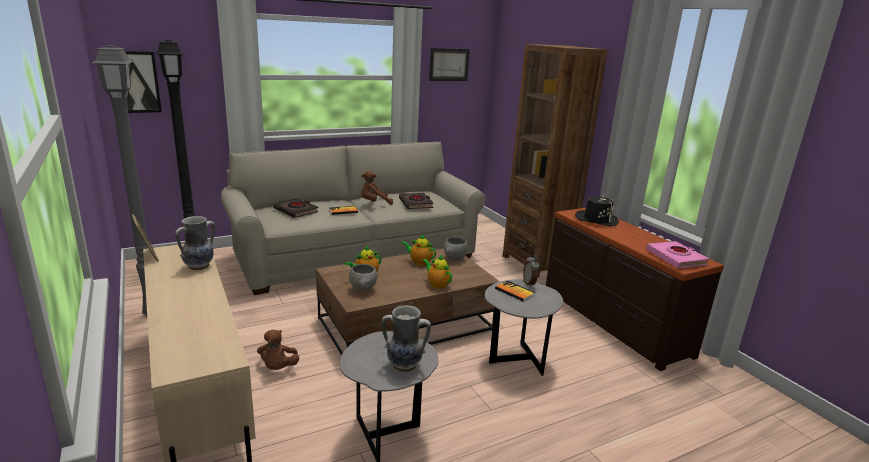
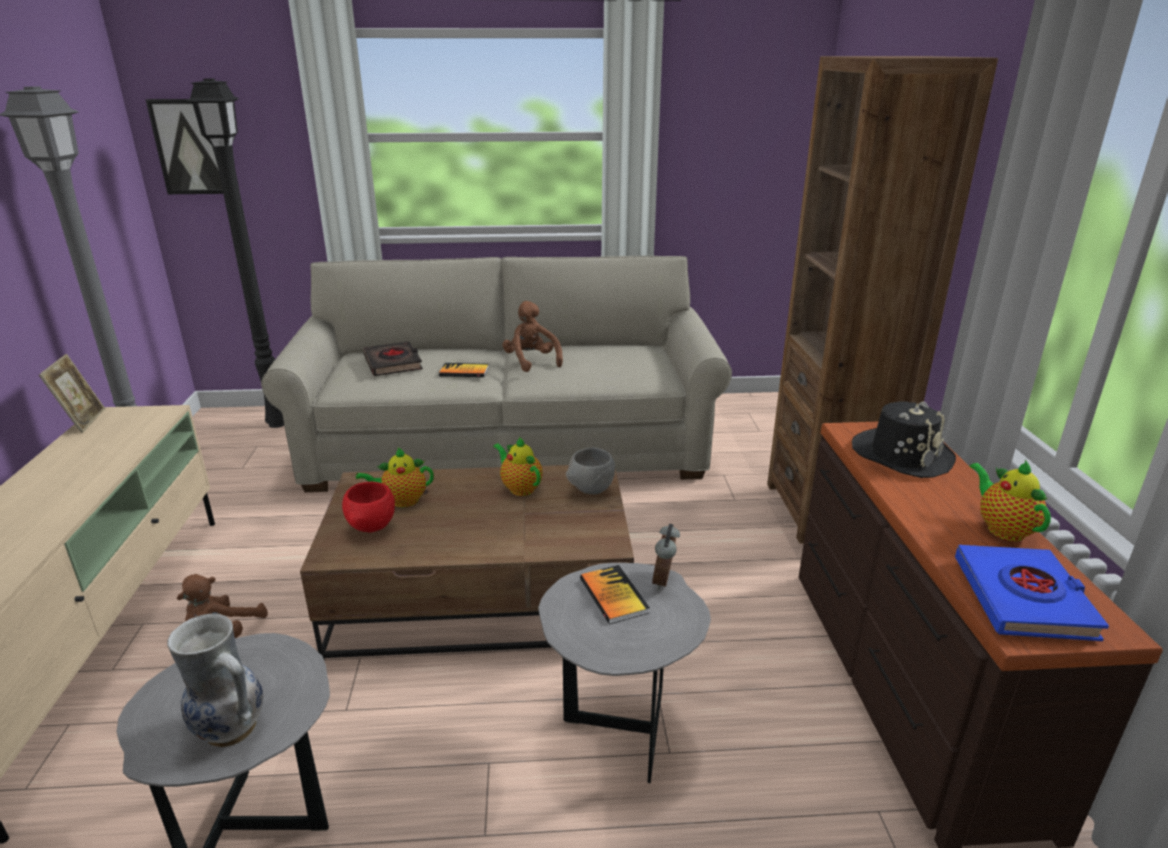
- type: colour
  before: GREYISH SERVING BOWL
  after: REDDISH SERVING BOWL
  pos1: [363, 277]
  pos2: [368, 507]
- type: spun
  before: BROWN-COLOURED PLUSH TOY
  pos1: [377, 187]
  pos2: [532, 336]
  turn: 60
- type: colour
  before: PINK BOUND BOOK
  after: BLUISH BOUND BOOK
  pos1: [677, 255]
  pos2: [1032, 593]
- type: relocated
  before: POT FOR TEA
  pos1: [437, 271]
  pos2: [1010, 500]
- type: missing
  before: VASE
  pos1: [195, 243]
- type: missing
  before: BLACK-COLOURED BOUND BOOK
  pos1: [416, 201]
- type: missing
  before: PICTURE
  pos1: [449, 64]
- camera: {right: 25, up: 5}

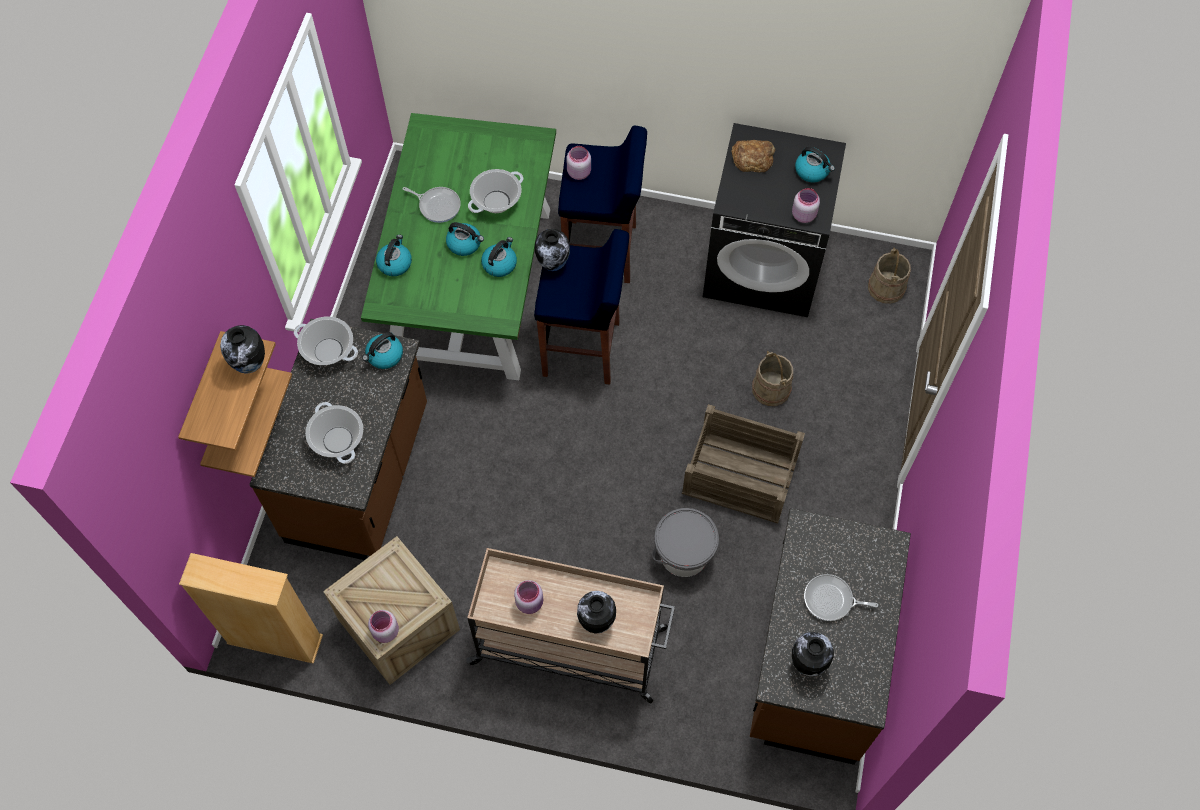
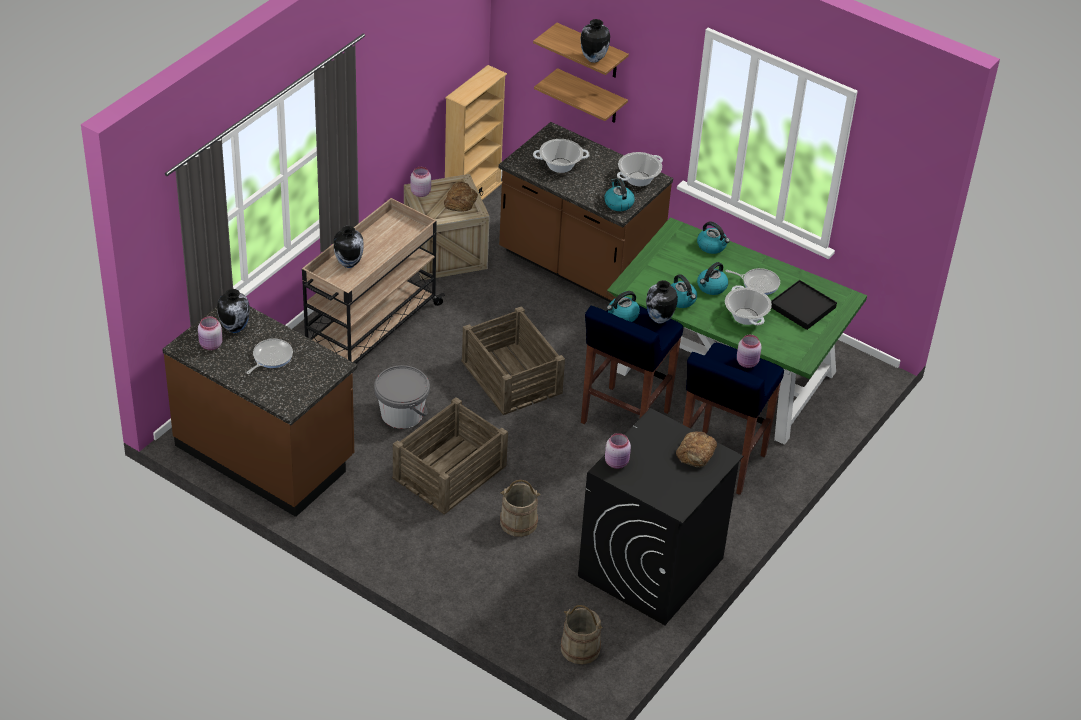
- type: relocated
  before: PINK JAR
  pos1: [528, 597]
  pos2: [210, 333]
- type: appeared
  after: BAKERY BREAD
  pos2: [461, 197]
- type: appeared
  after: PACKING CRATE
  pos2: [513, 360]
- type: relocated
  before: WATER KETTLE
  pos1: [815, 164]
  pos2: [623, 306]
- type: spun
  before: PAN
  pos1: [432, 205]
  pos2: [753, 281]
  turn: -120
- type: appeared
  after: BLACK-COLOURED TRAY
  pos2: [804, 305]
- camera: {right: 110, up: -20}

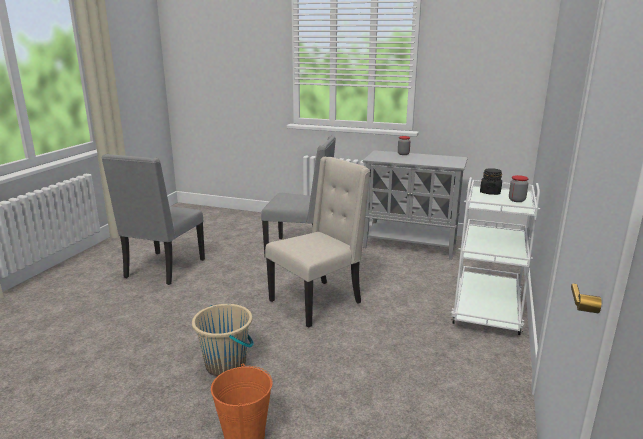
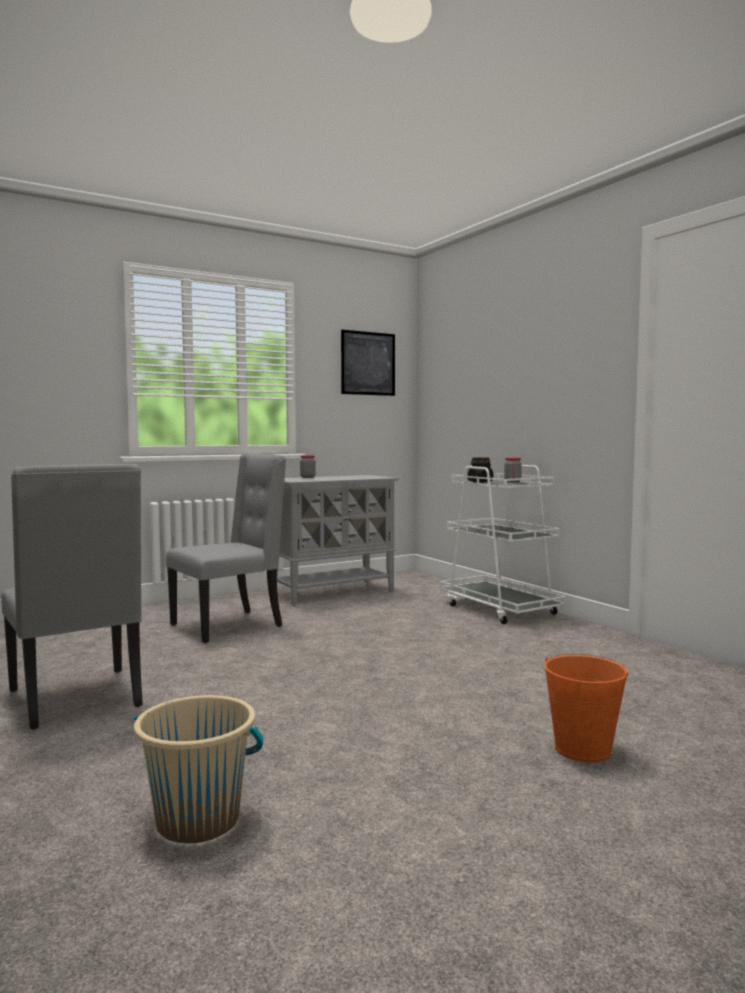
- type: relocated
  before: BEIGE PAIL
  pos1: [223, 340]
  pos2: [199, 769]
- type: appeared
  after: PICTURE
  pos2: [368, 363]
- type: missing
  before: BEIGE UPRIGHT CHAIR
  pos1: [317, 242]
- camera: {right: -50, up: -15}

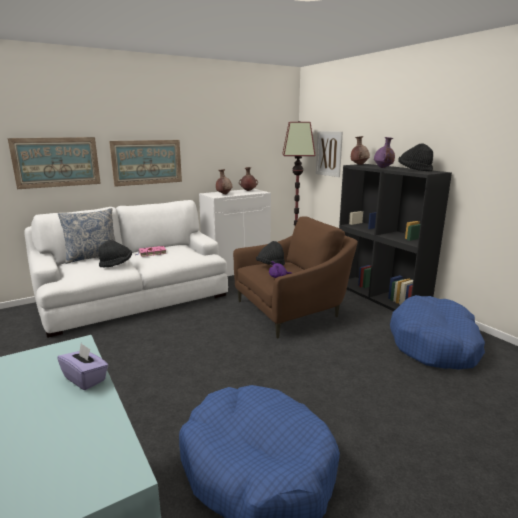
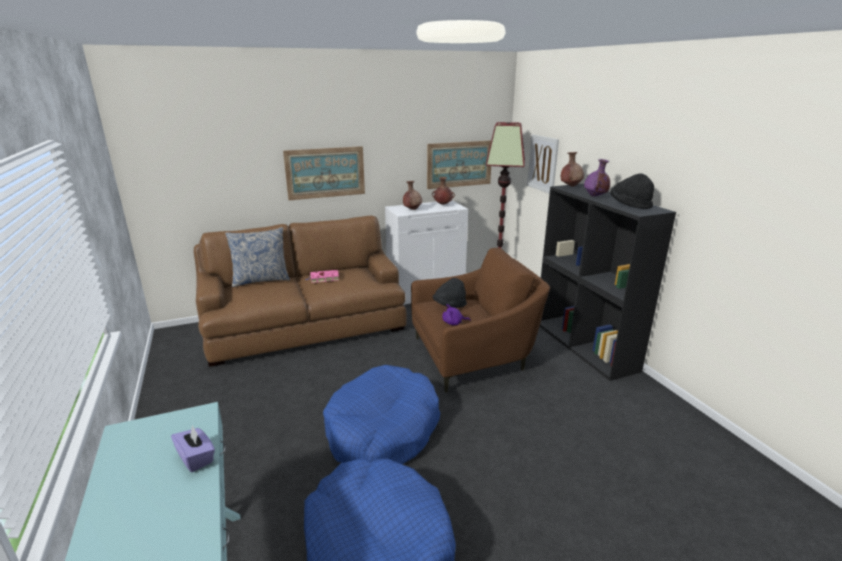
- type: colour
  before: WHITISH COUCH
  after: BROWN-COLOURED COUCH
  pos1: [126, 269]
  pos2: [300, 291]
- type: relocated
  before: BLUISH DOG CUSHION
  pos1: [437, 332]
  pos2: [381, 414]
- type: relocated
  before: PICTURE
  pos1: [54, 163]
  pos2: [459, 164]
- type: missing
  before: BLACK-COLOURED HAT
  pos1: [115, 253]
- camera: {right: 10, up: 5}

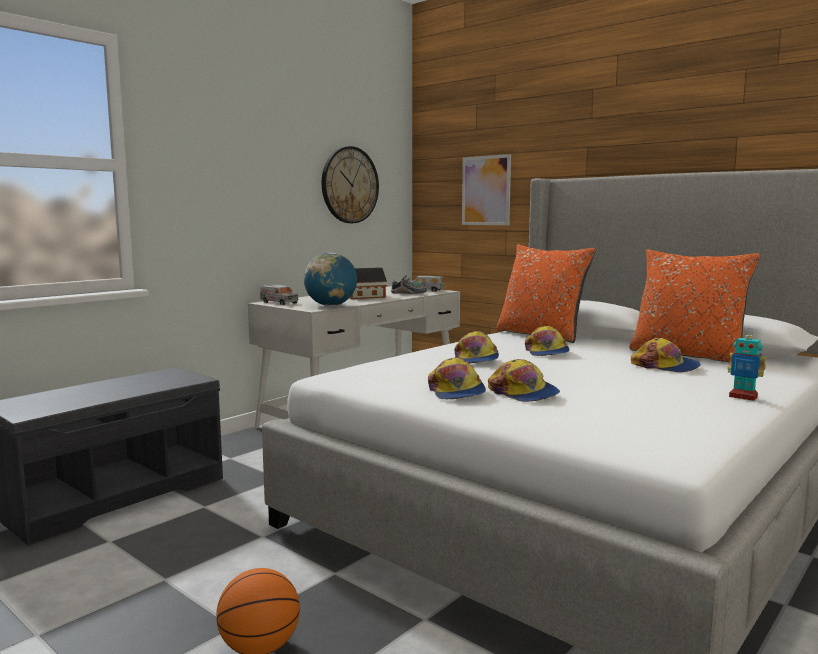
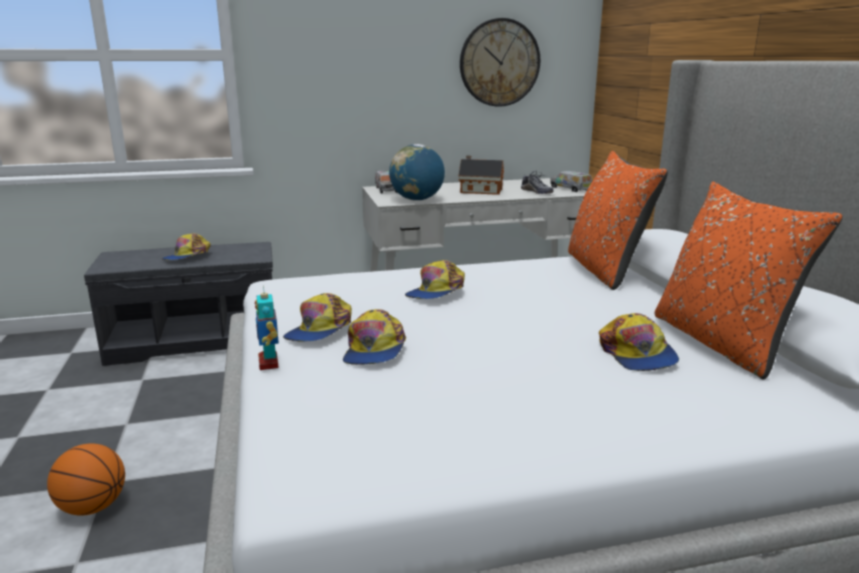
- type: relocated
  before: CAP
  pos1: [547, 341]
  pos2: [186, 246]
- type: relocated
  before: TOY ROBOT
  pos1: [746, 364]
  pos2: [267, 327]
- type: missing
  before: PICTURE
  pos1: [486, 189]
- camera: {right: 35, up: 10}

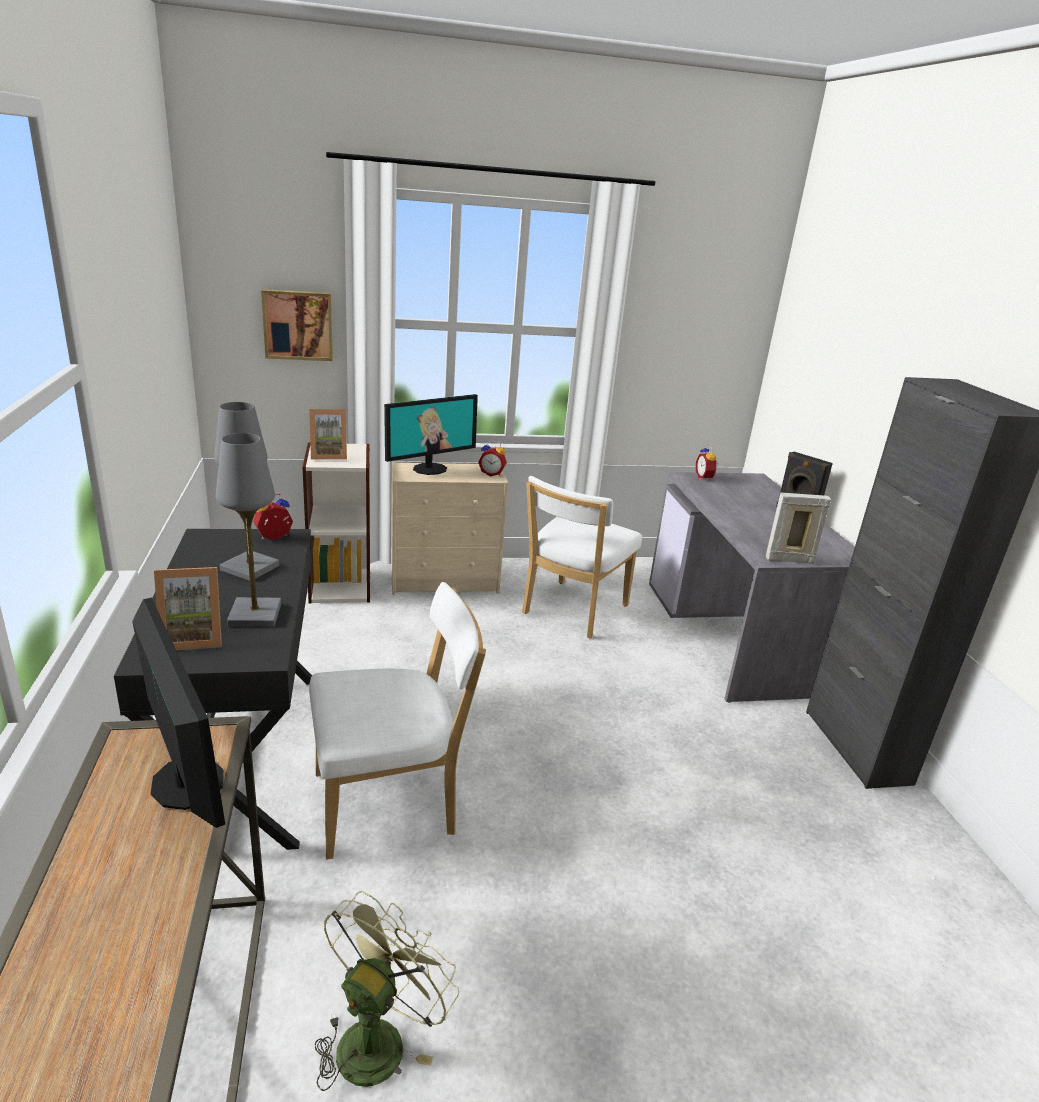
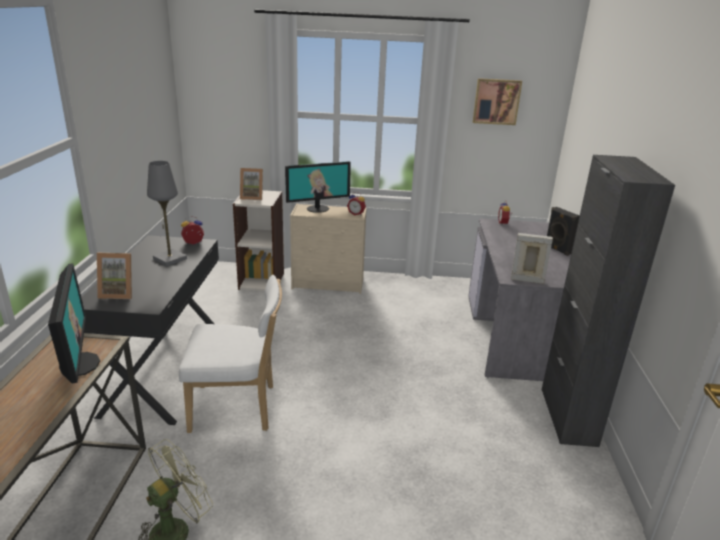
- type: relocated
  before: PICTURE
  pos1: [297, 325]
  pos2: [497, 101]
- type: missing
  before: GREYISH TABLETOP LAMP
  pos1: [248, 530]
- type: missing
  before: WHITISH UPRIGHT CHAIR
  pos1: [582, 557]
- camera: {right: 15, up: 0}

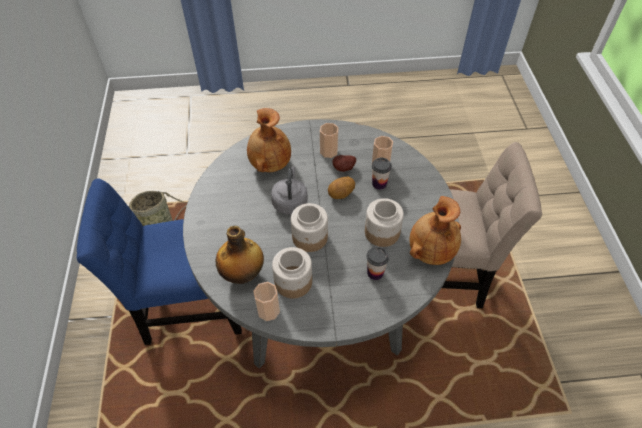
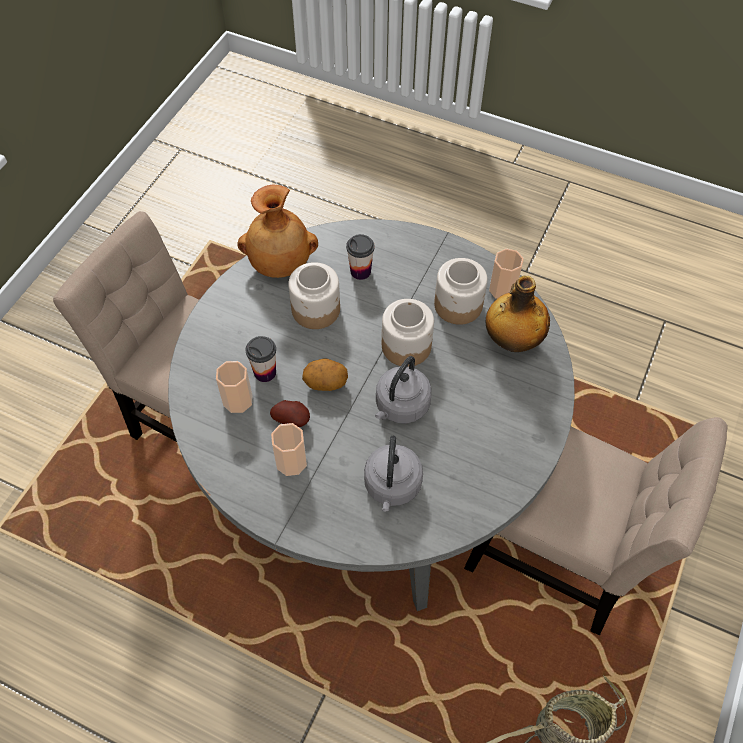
- type: exchanged
  before: BROWN-COLOURED VASE
  after: GREYISH WATER KETTLE
  pos1: [269, 140]
  pos2: [393, 473]
- type: colour
  before: BLUISH UPRIGHT CHAIR
  after: BEIGE UPRIGHT CHAIR
  pos1: [159, 262]
  pos2: [596, 526]
- camera: {right: -150, up: 5}

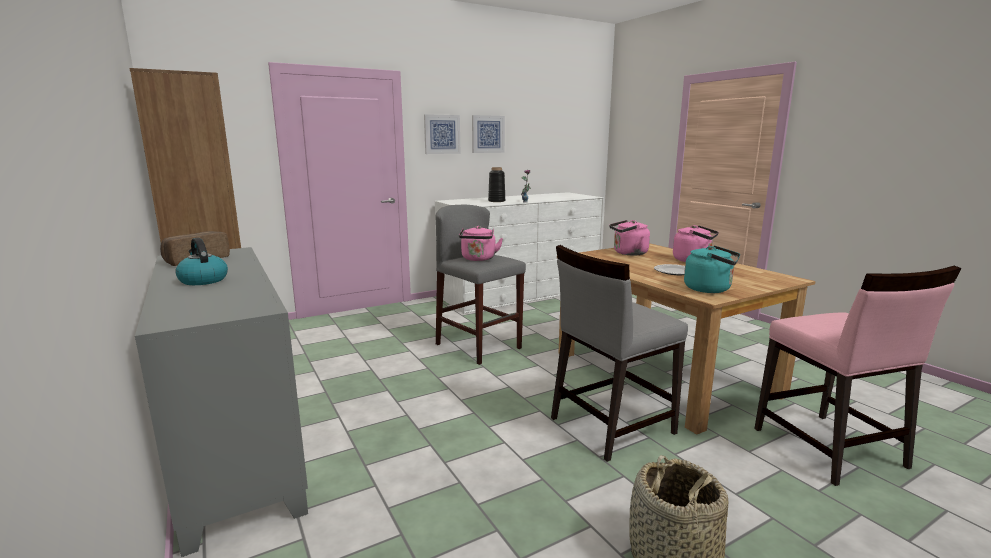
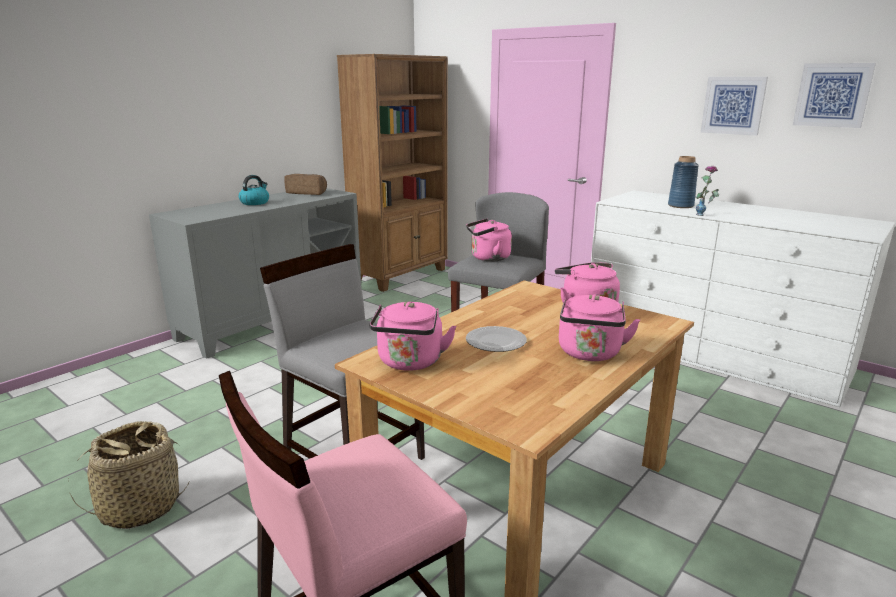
- type: colour
  before: TURQUOISE WATER KETTLE
  after: PINK WATER KETTLE
  pos1: [712, 269]
  pos2: [412, 336]
- type: colour
  before: BLACK-COLOURED VASE
  after: BLUISH VASE
  pos1: [496, 184]
  pos2: [683, 182]
- type: relocated
  before: PICTURE
  pos1: [442, 134]
  pos2: [834, 95]
- camera: {right: 70, up: 5}

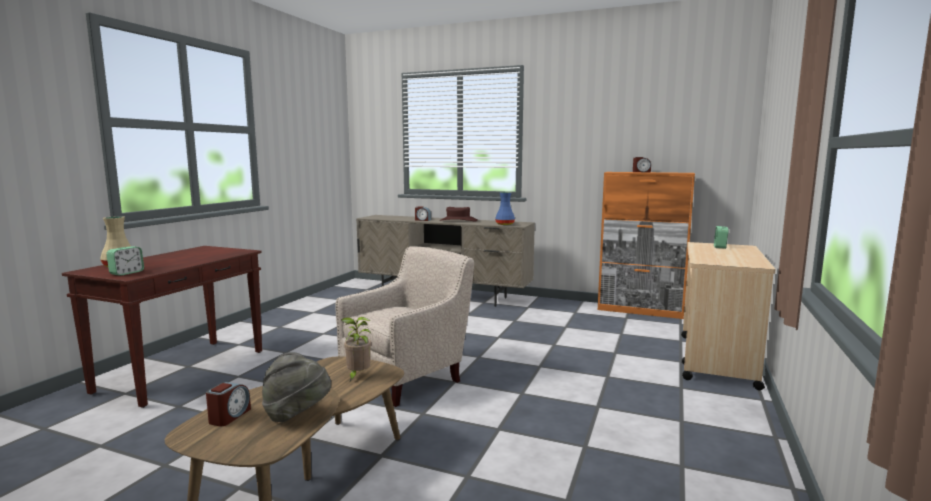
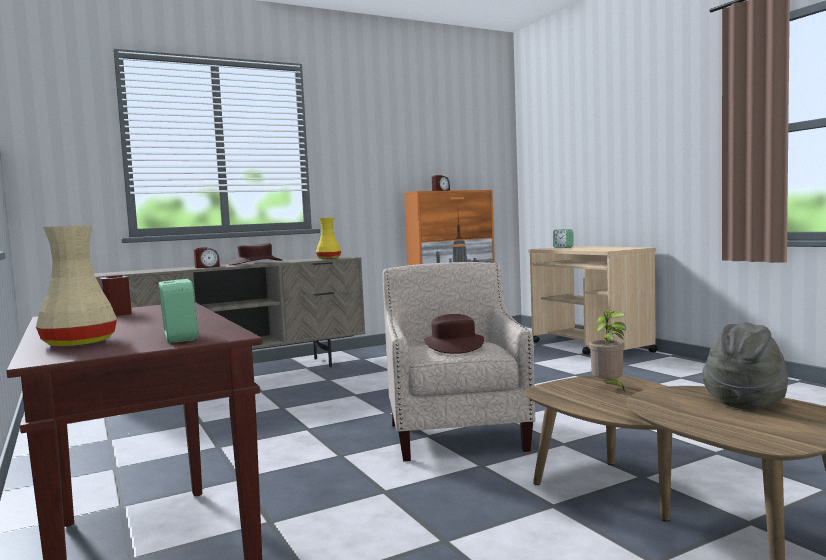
- type: relocated
  before: BEDSIDE CLOCK
  pos1: [228, 404]
  pos2: [115, 295]
- type: colour
  before: BLUISH VASE
  after: YELLOW VASE
  pos1: [505, 208]
  pos2: [328, 238]
- type: appeared
  after: BROWN-COLOURED HAT
  pos2: [454, 334]
- camera: {right: -50, up: -5}

